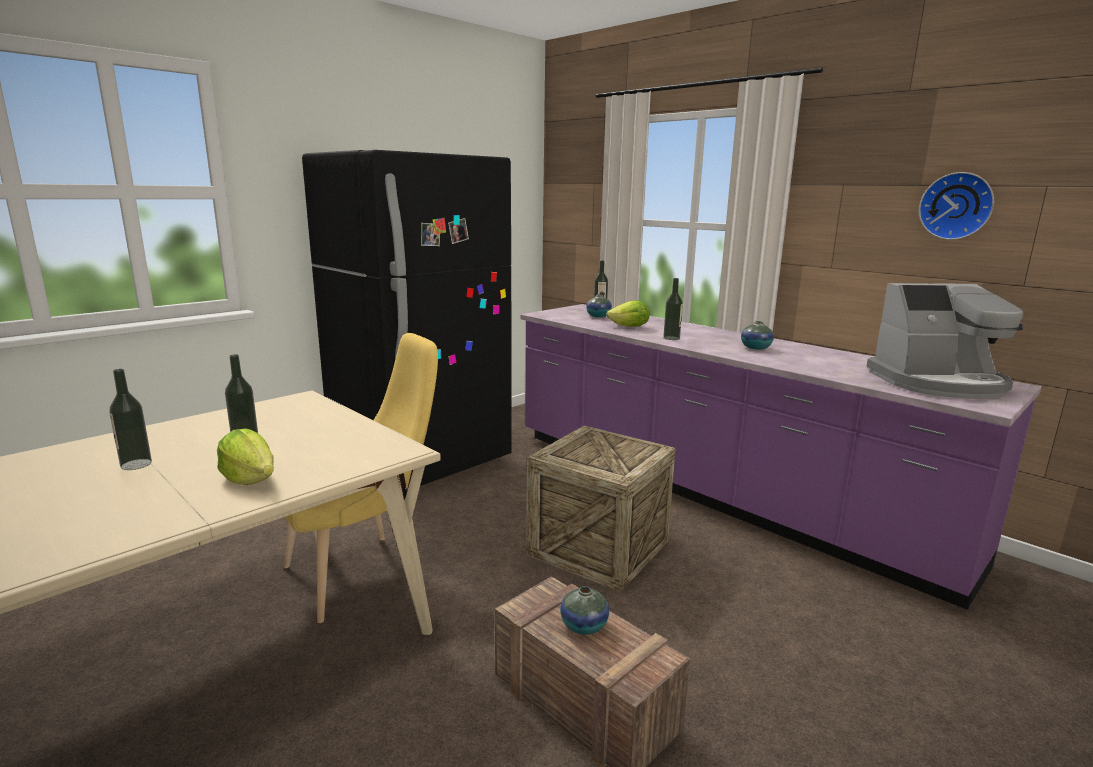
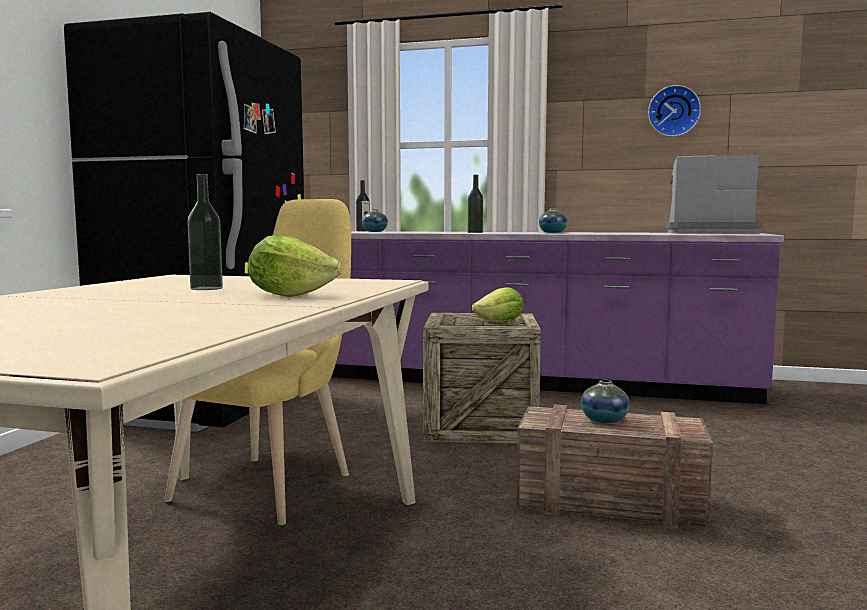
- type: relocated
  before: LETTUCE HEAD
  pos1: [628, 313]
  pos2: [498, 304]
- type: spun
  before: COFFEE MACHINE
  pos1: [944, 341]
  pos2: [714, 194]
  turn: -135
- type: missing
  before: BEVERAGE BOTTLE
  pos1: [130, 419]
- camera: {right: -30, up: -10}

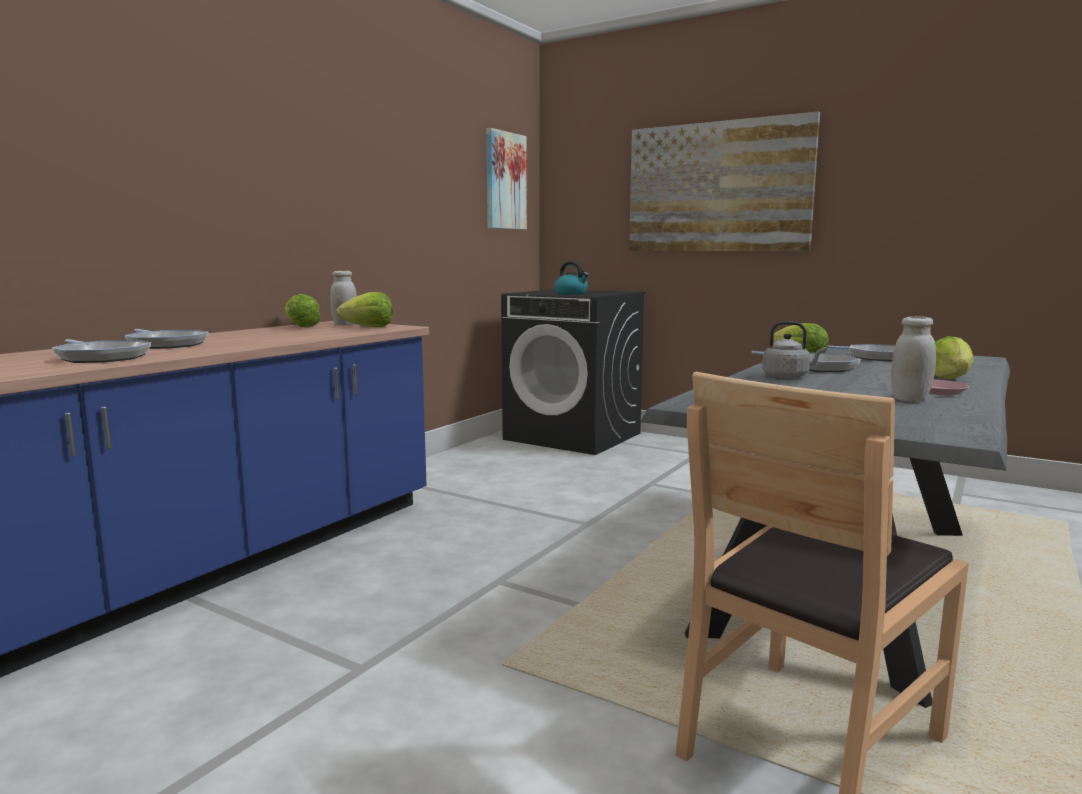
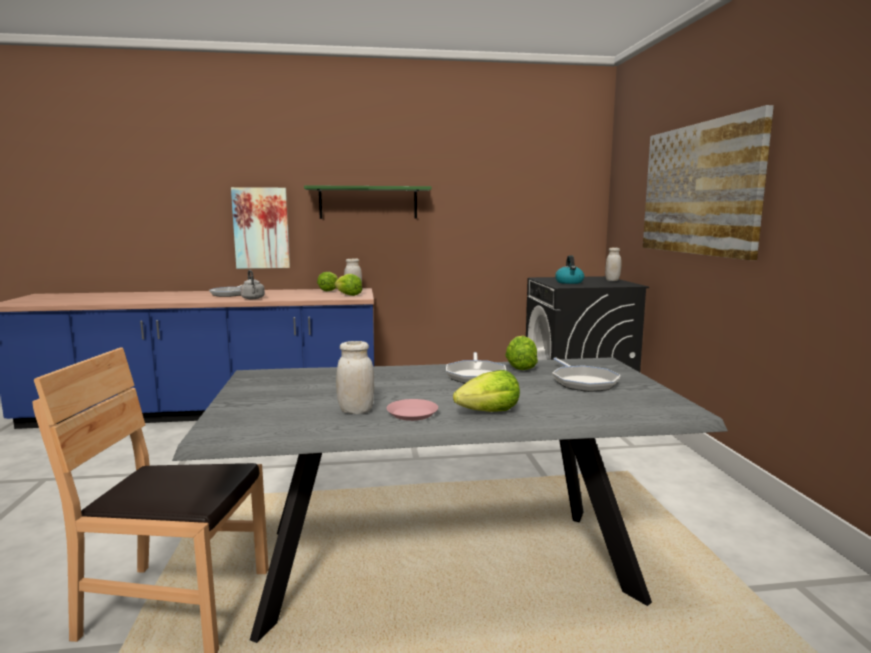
- type: relocated
  before: PICTURE
  pos1: [506, 179]
  pos2: [260, 228]
- type: relocated
  before: GREYISH WATER KETTLE
  pos1: [793, 350]
  pos2: [252, 284]
- type: appeared
  after: GREEN SHELF
  pos2: [368, 202]
- type: appeared
  after: WHITISH JAR
  pos2: [613, 264]
- type: missing
  before: PAN
  pos1: [101, 351]
- camera: {right: 50, up: 0}

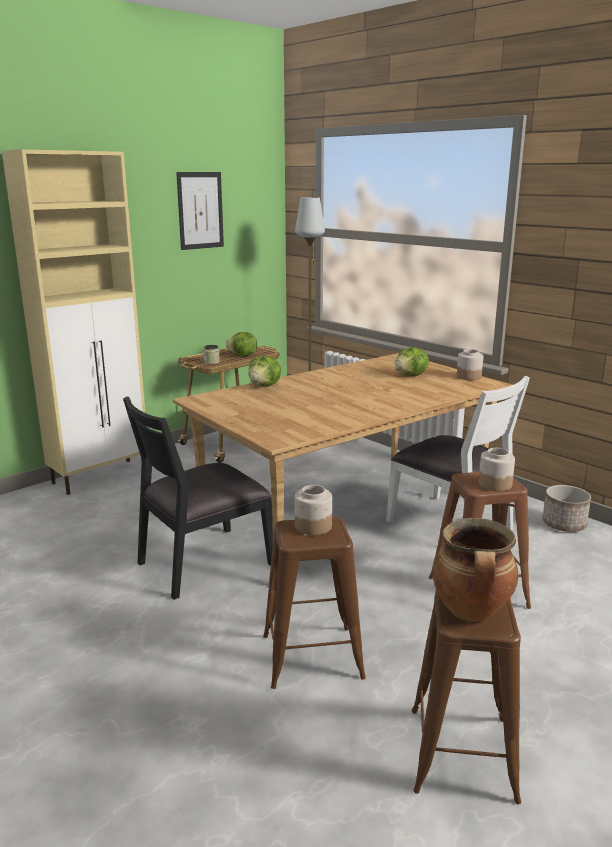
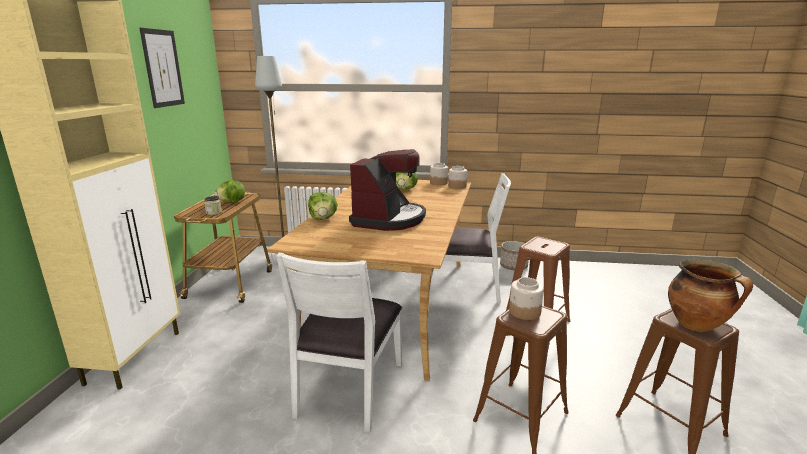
- type: colour
  before: BLACK-COLOURED UPRIGHT CHAIR
  after: WHITISH UPRIGHT CHAIR
  pos1: [198, 498]
  pos2: [339, 342]
- type: appeared
  after: COFFEE MACHINE
  pos2: [387, 190]
- type: relocated
  before: JAR
  pos1: [497, 469]
  pos2: [457, 177]
- camera: {right: -40, up: 0}

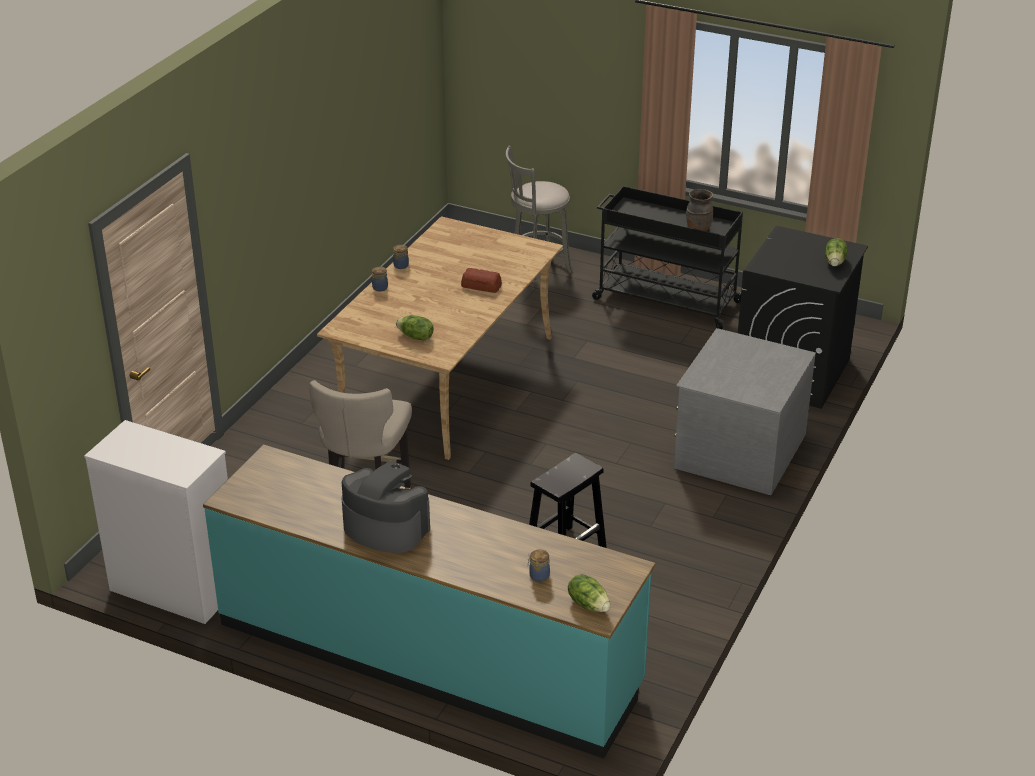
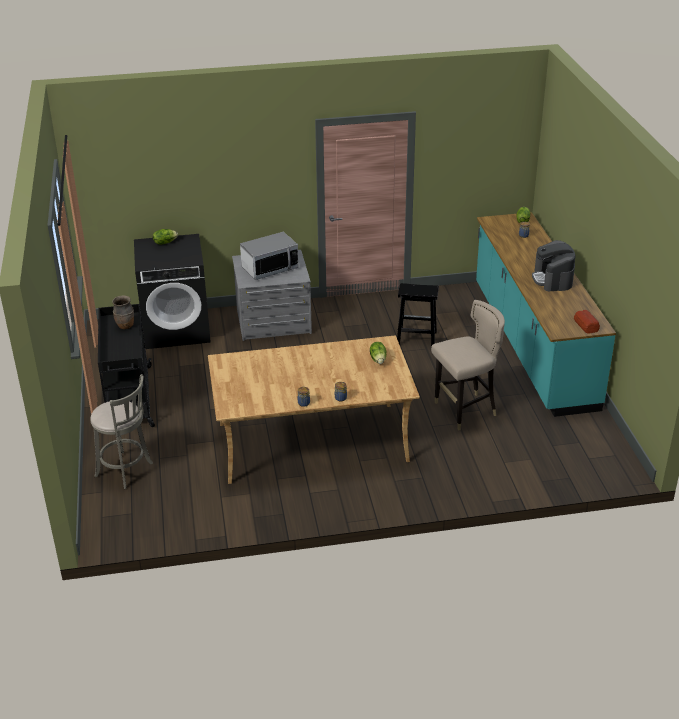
- type: appeared
  after: MICROWAVE OVEN
  pos2: [269, 256]
- type: relocated
  before: BAKERY BREAD
  pos1: [481, 280]
  pos2: [587, 322]
- type: missing
  before: WHITISH DRAWER CHEST
  pos1: [156, 522]
- camera: {right: -125, up: 0}

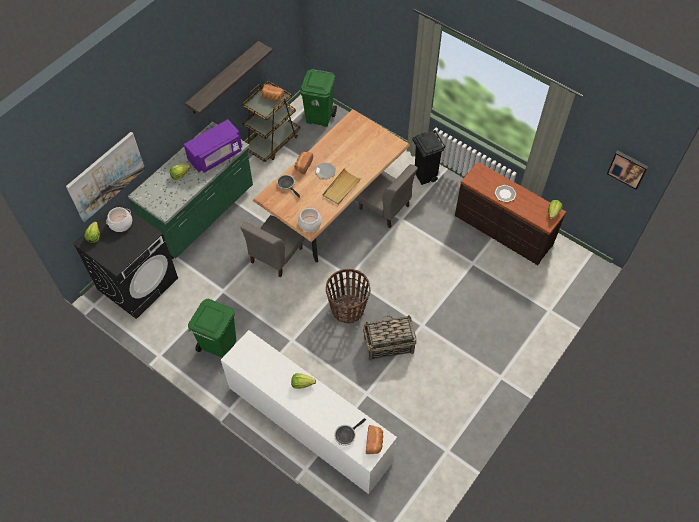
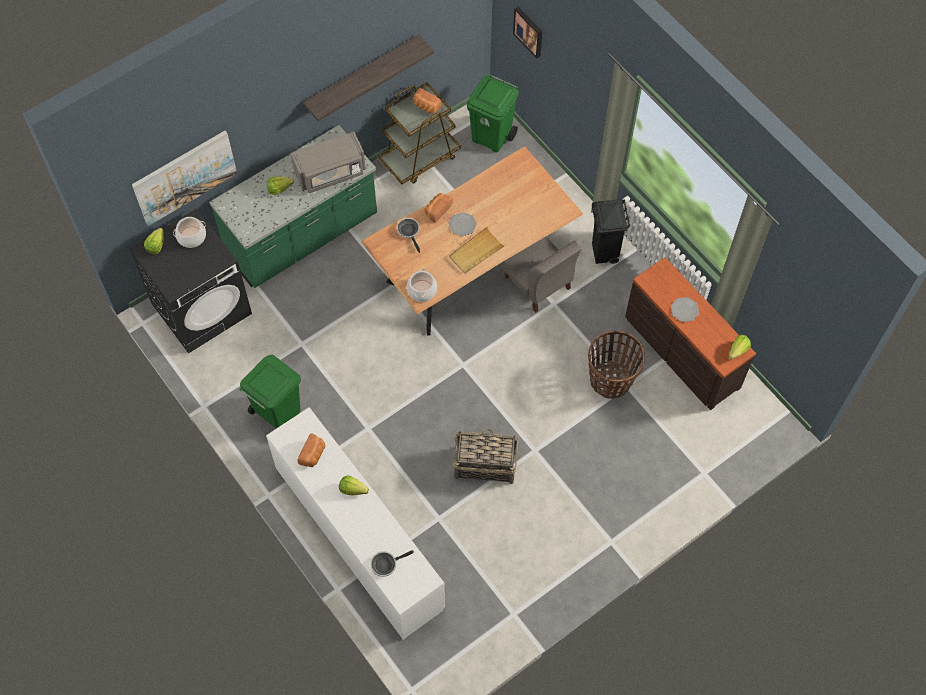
- type: colour
  before: PURPLE-COLOURED MICROWAVE OVEN
  after: GREYISH MICROWAVE OVEN
  pos1: [213, 146]
  pos2: [328, 162]
- type: relocated
  before: BAKERY BREAD
  pos1: [374, 439]
  pos2: [311, 450]
- type: relocated
  before: PICTURE
  pos1: [627, 170]
  pos2: [527, 32]
- type: relocated
  before: HOUSEHOLD BASKET
  pos1: [348, 296]
  pos2: [616, 365]
- type: missing
  before: GREYISH UPRIGHT CHAIR
  pos1: [272, 246]
- camera: {right: 15, up: 5}

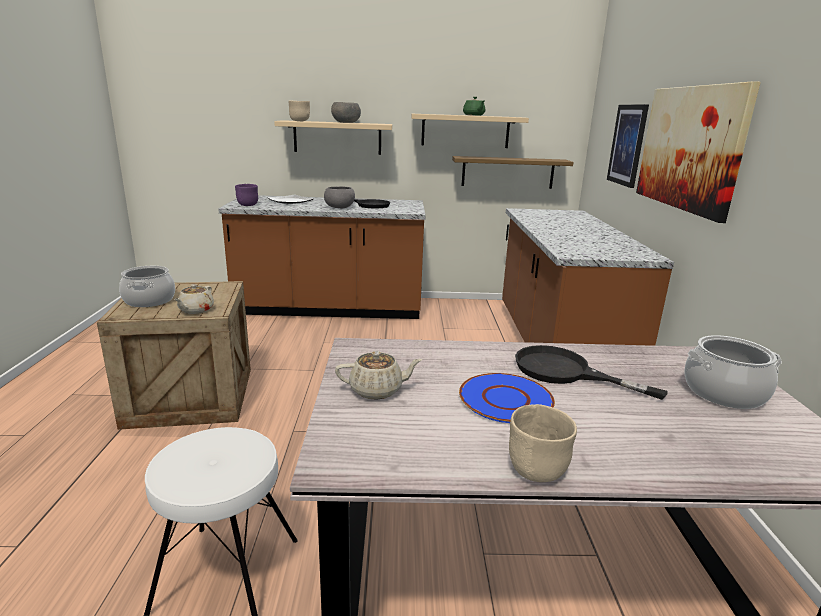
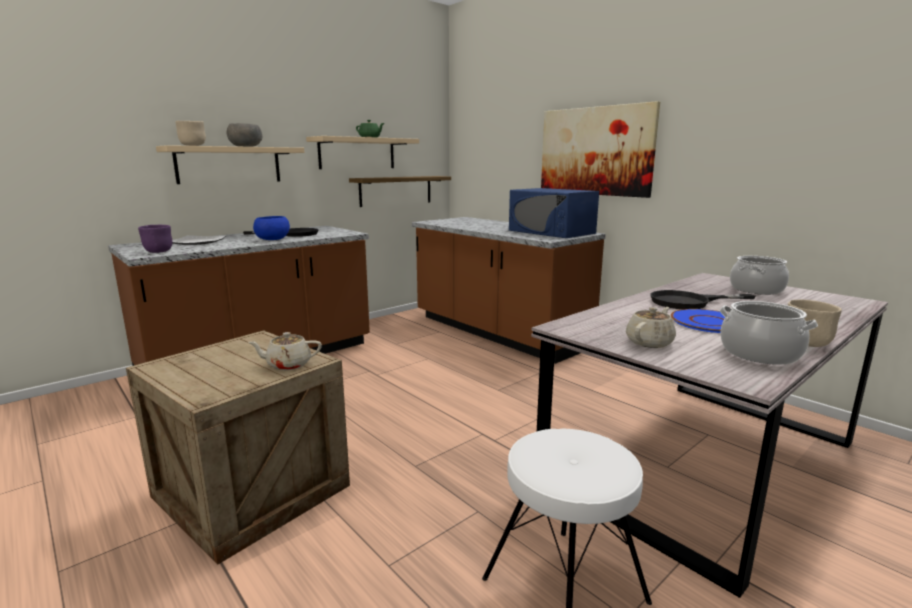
- type: spun
  before: BEIGE POT FOR TEA
  pos1: [194, 299]
  pos2: [285, 351]
  turn: 105
- type: colour
  before: GREYISH SERVING BOWL
  after: BLUISH SERVING BOWL
  pos1: [339, 197]
  pos2: [271, 228]
- type: appeared
  after: BLUISH MICROWAVE OVEN
  pos2: [554, 213]
- type: relocated
  before: SAUCEPOT
  pos1: [147, 286]
  pos2: [768, 333]
- type: missing
  before: PICTURE
  pos1: [628, 146]
- camera: {right: -40, up: -5}

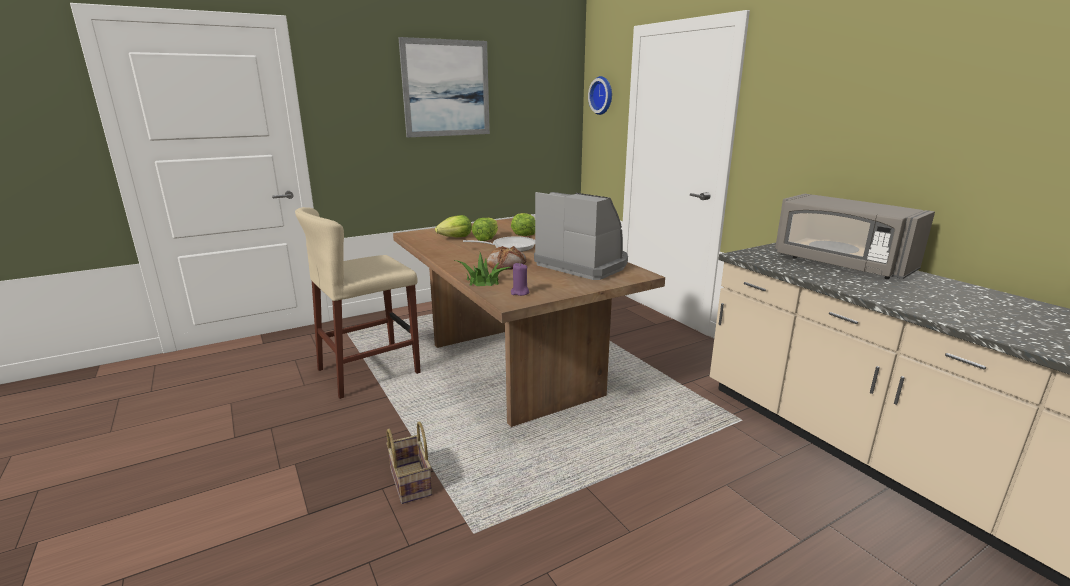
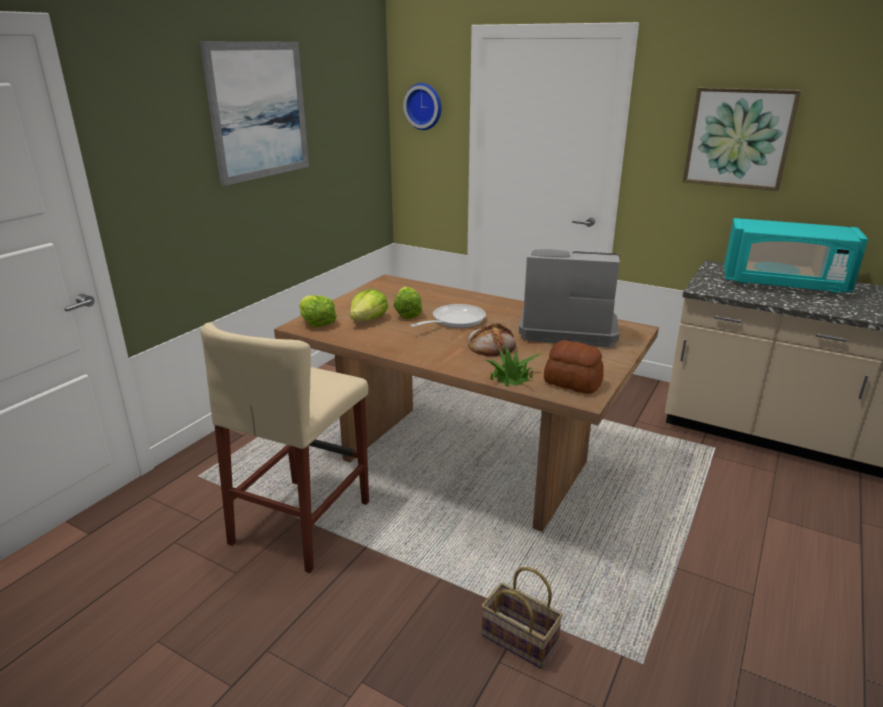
- type: relocated
  before: LETTUCE HEAD
  pos1: [523, 224]
  pos2: [318, 311]
- type: exchanged
  before: PURPLE-COLOURED WAX LIGHT
  after: BAKERY BREAD
  pos1: [520, 279]
  pos2: [574, 367]
- type: appeared
  after: PICTURE
  pos2: [742, 139]
- type: colour
  before: GREYISH MICROWAVE OVEN
  after: TURQUOISE MICROWAVE OVEN
  pos1: [855, 236]
  pos2: [796, 256]
- camera: {right: -30, up: 5}

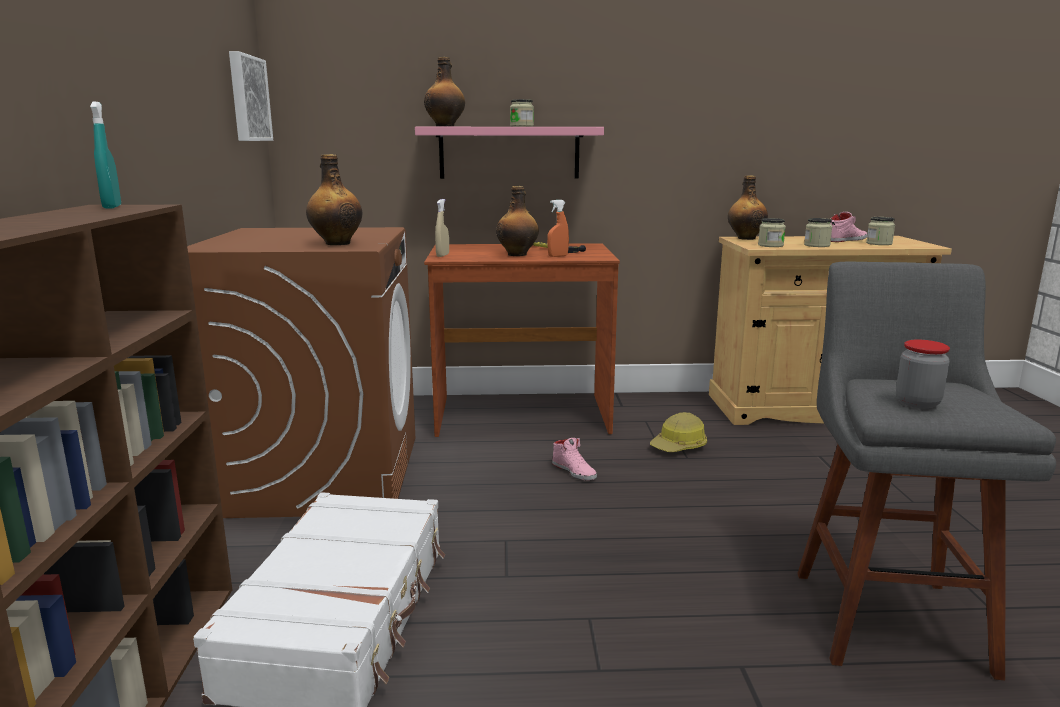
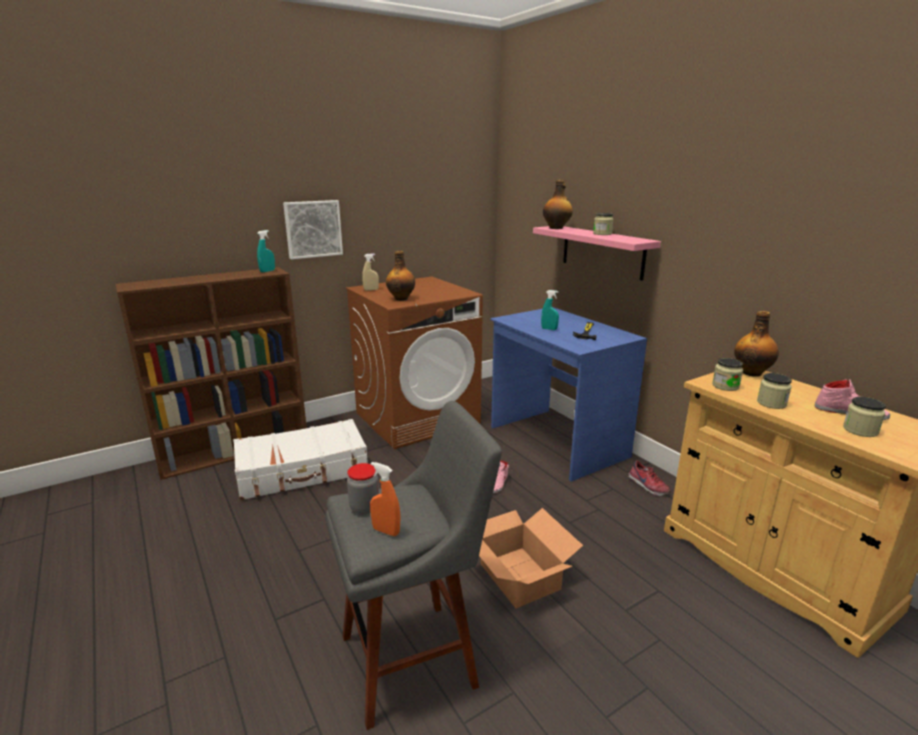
- type: relocated
  before: PICTURE
  pos1: [251, 96]
  pos2: [313, 229]
- type: relocated
  before: BEIGE HAND SPRAYER
  pos1: [442, 228]
  pos2: [370, 272]
- type: relocated
  before: ORANGEY HAND SPRAYER
  pos1: [558, 228]
  pos2: [385, 499]
- type: appeared
  after: CARDBOARD BOX
  pos2: [531, 558]
- type: colour
  before: BROWN-COLOURED DESK UNIT
  after: BLUISH DESK UNIT
  pos1: [522, 340]
  pos2: [568, 394]
- type: exchanged
  before: BEVERAGE BOTTLE
  after: TURQUOISE HAND SPRAYER
  pos1: [517, 221]
  pos2: [550, 310]
- type: appeared
  after: SHOE
  pos2: [649, 478]
- type: missing
  before: HARD HAT
  pos1: [678, 432]
- camera: {right: 60, up: 5}

